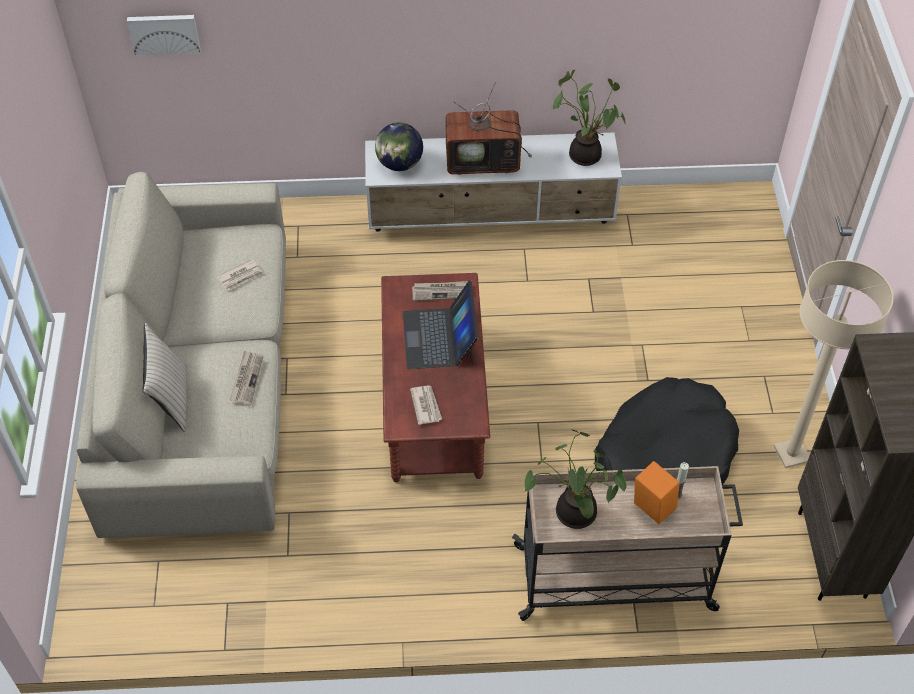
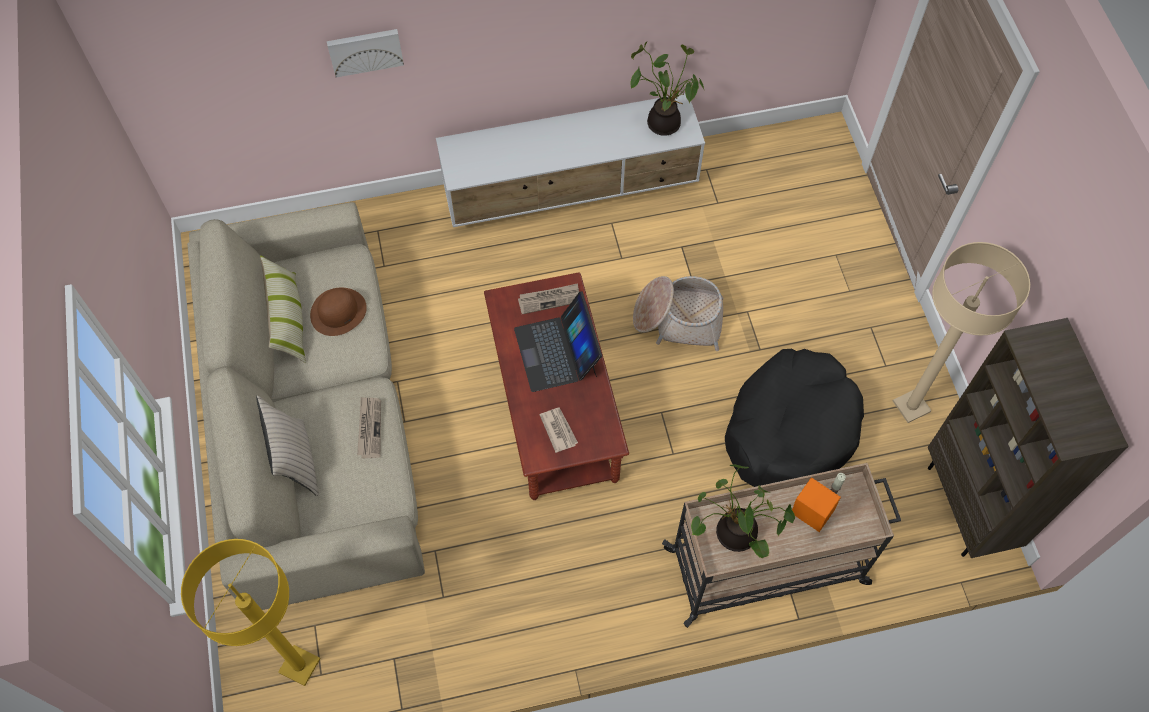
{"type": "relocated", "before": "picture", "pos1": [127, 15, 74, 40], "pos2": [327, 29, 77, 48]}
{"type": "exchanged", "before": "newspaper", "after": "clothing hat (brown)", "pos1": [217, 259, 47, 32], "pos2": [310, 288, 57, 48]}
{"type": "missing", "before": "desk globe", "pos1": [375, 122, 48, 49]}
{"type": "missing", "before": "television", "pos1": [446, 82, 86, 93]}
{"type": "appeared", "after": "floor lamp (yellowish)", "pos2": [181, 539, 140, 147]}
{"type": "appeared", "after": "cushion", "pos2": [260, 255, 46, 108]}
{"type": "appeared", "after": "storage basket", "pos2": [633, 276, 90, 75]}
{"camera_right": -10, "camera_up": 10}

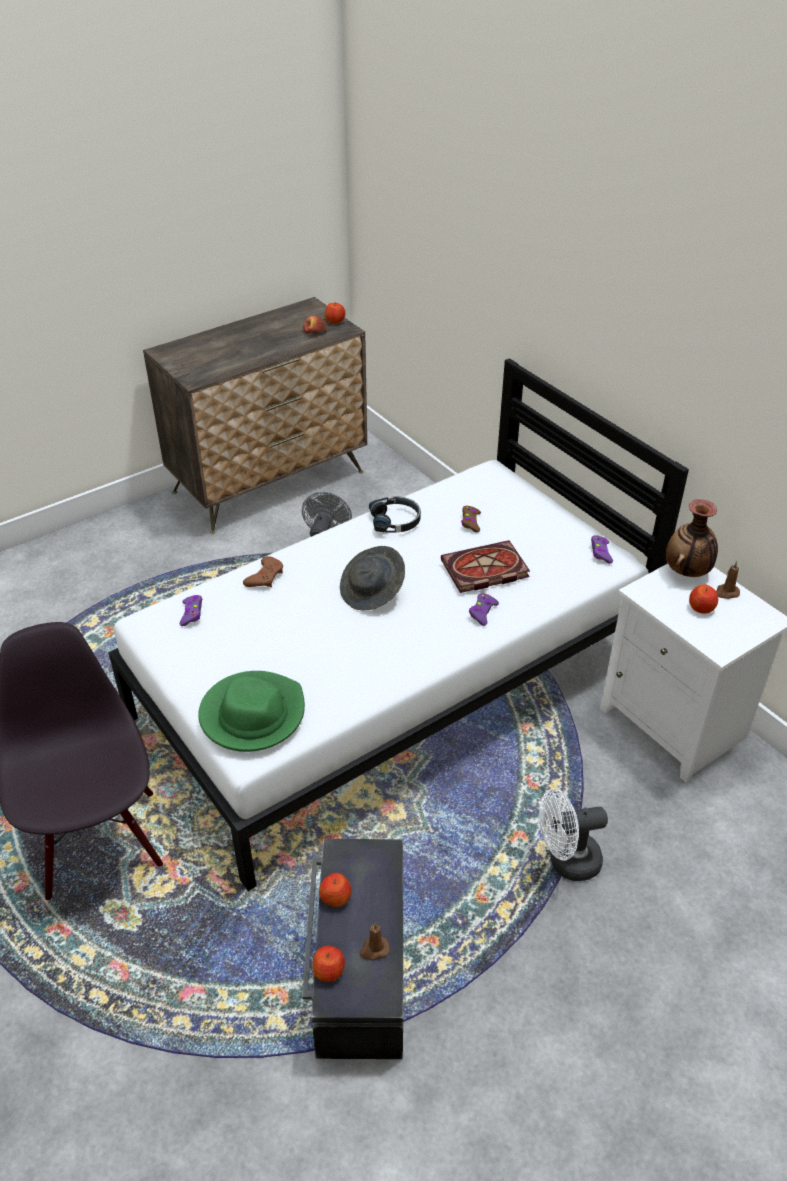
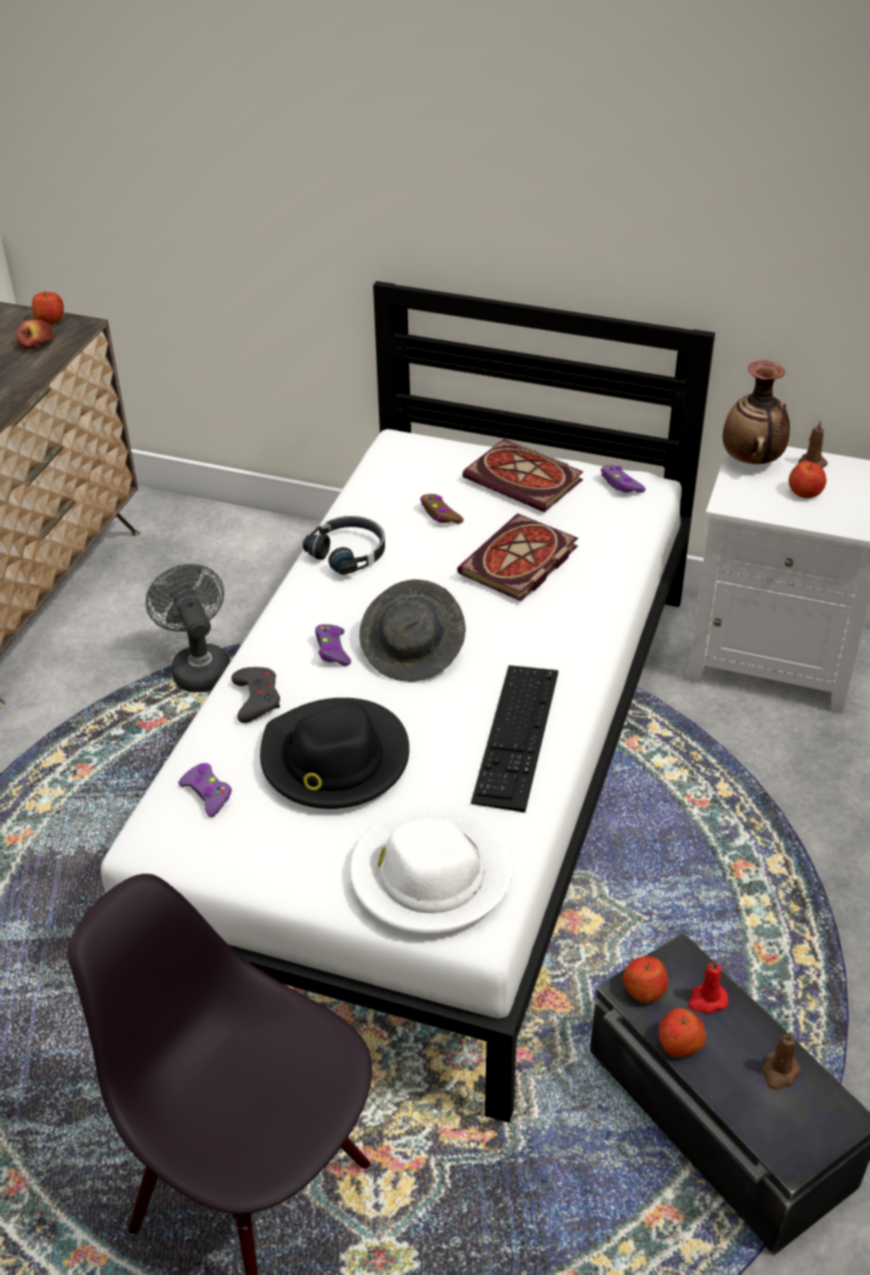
{"type": "colour", "before": "clothing hat (green)", "after": "clothing hat (whitish)", "pos1": [198, 671, 107, 81], "pos2": [350, 803, 162, 131]}
{"type": "colour", "before": "gamepad (brown)", "after": "gamepad (greyish)", "pos1": [243, 556, 40, 31], "pos2": [231, 667, 49, 56]}
{"type": "relocated", "before": "apple", "pos1": [313, 946, 32, 36], "pos2": [623, 956, 45, 47]}
{"type": "relocated", "before": "gamepad (purplish)", "pos1": [469, 593, 30, 33], "pos2": [315, 624, 36, 42]}
{"type": "missing", "before": "cooling fan (whitish)", "pos1": [539, 789, 69, 92]}
{"type": "appeared", "after": "clothing hat (black-coloured)", "pos2": [260, 698, 149, 111]}
{"type": "appeared", "after": "bound book", "pos2": [463, 439, 120, 73]}
{"type": "appeared", "after": "PC keyboard", "pos2": [471, 665, 87, 148]}
{"type": "appeared", "after": "candle (red)", "pos2": [688, 959, 40, 55]}
{"camera_right": -35, "camera_up": 0}

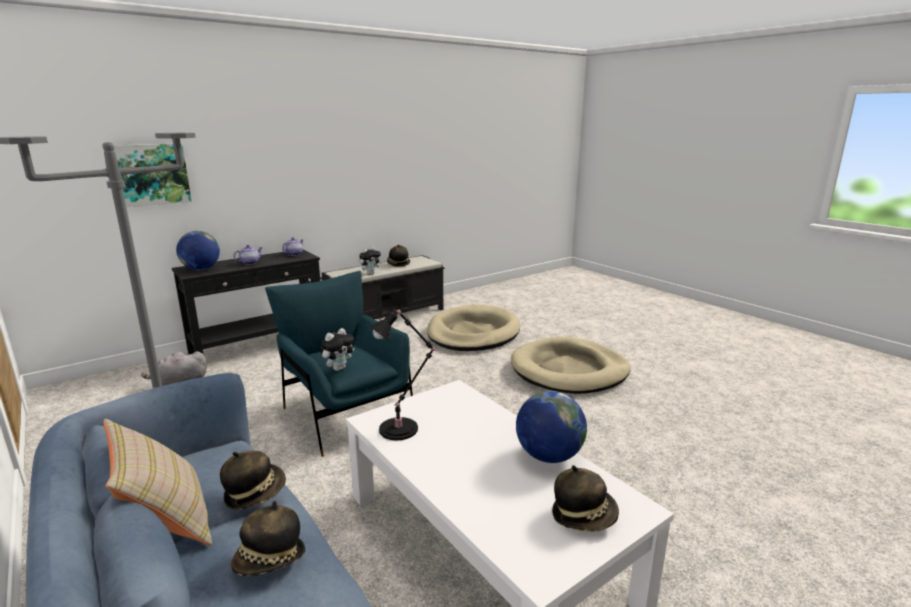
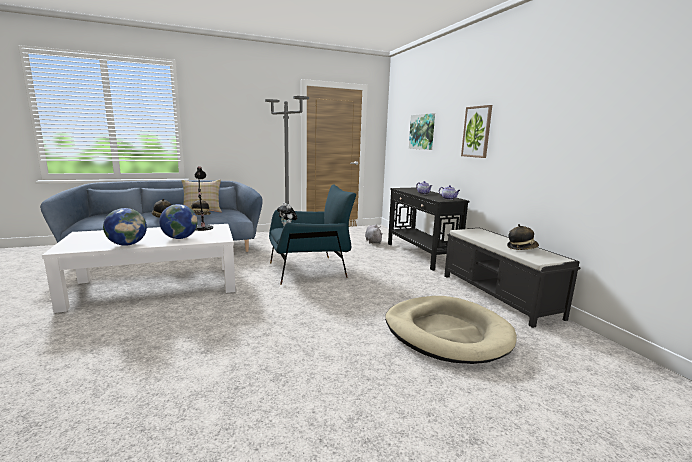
{"type": "relocated", "before": "desk globe", "pos1": [176, 231, 44, 39], "pos2": [159, 204, 39, 35]}
{"type": "missing", "before": "plush toy", "pos1": [359, 247, 23, 27]}
{"type": "missing", "before": "pet bed (beige)", "pos1": [511, 337, 120, 57]}
{"type": "missing", "before": "clothing hat", "pos1": [552, 465, 67, 67]}
{"type": "appeared", "after": "picture", "pos2": [461, 105, 31, 53]}
{"camera_right": 105, "camera_up": -5}

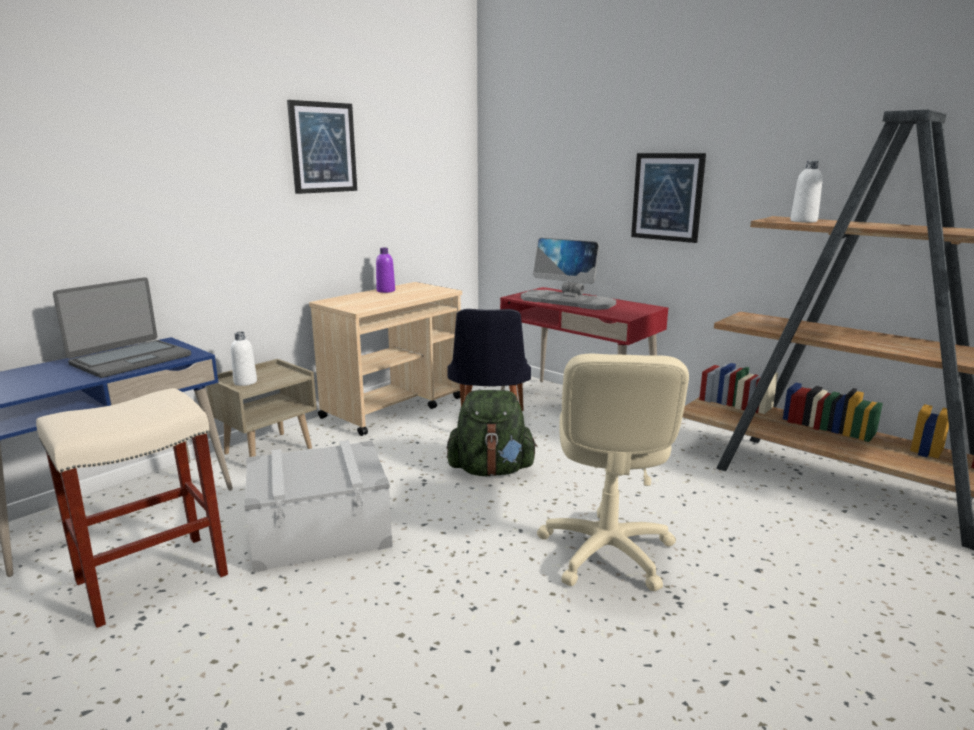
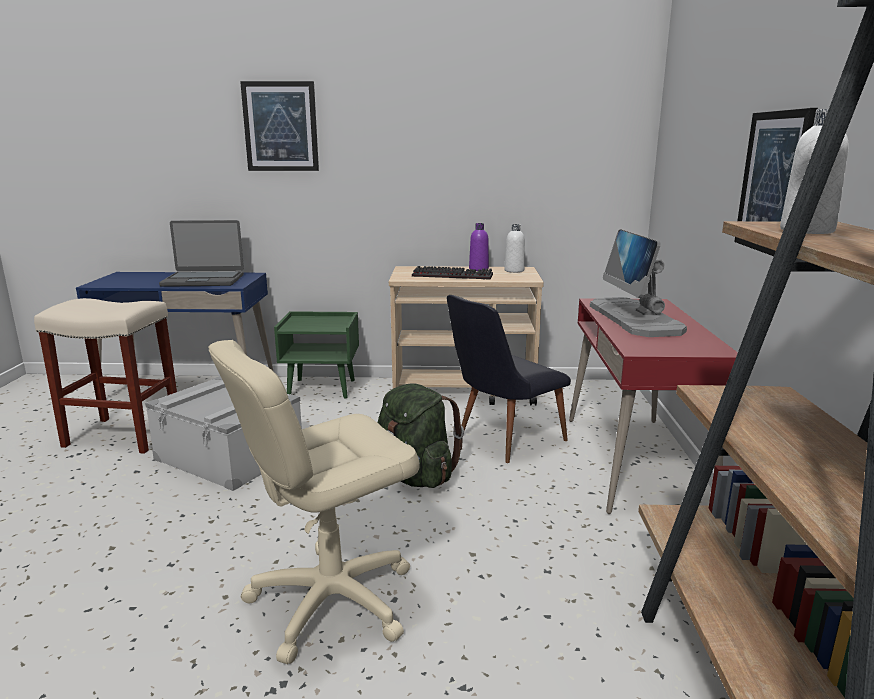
{"type": "colour", "before": "night table (beige)", "after": "night table (green)", "pos1": [206, 359, 111, 98], "pos2": [274, 311, 85, 88]}
{"type": "relocated", "before": "beverage bottle (whitish)", "pos1": [231, 332, 26, 54], "pos2": [504, 224, 21, 49]}
{"type": "relocated", "before": "picture", "pos1": [287, 100, 70, 94], "pos2": [240, 81, 79, 90]}
{"type": "appeared", "after": "PC keyboard", "pos2": [412, 266, 81, 14]}
{"camera_right": 50, "camera_up": 0}

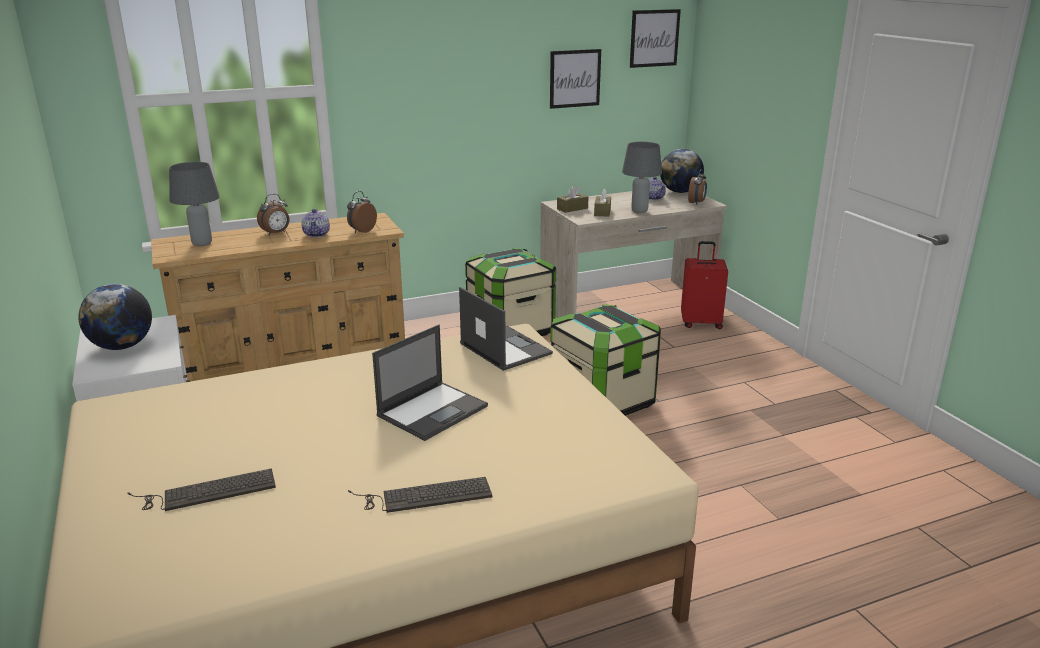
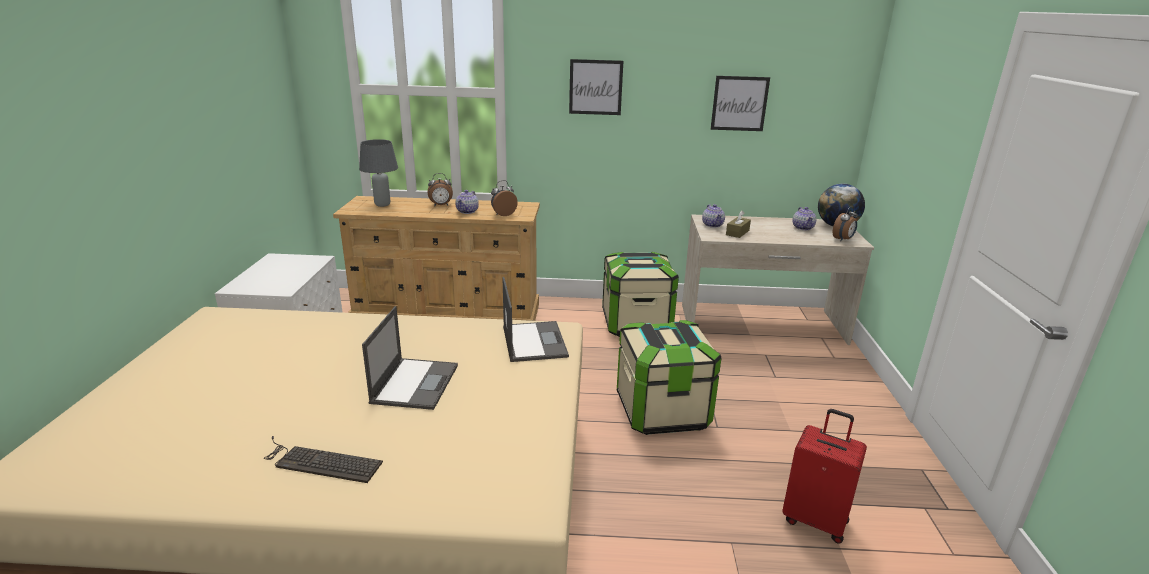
{"type": "missing", "before": "desk globe", "pos1": [78, 284, 74, 66]}
{"type": "missing", "before": "PC keyboard", "pos1": [127, 468, 149, 43]}
{"type": "spun", "before": "laptop", "pos1": [372, 325, 116, 116], "pos2": [362, 306, 96, 104], "turn": -60}
{"type": "exchanged", "before": "tissue box (brown)", "after": "pot for tea", "pos1": [557, 186, 31, 27], "pos2": [702, 204, 23, 24]}
{"type": "missing", "before": "tabletop lamp (greyish)", "pos1": [622, 142, 40, 71]}
{"type": "relocated", "before": "picture", "pos1": [630, 9, 51, 59], "pos2": [569, 59, 54, 56]}
{"type": "relocated", "before": "travel case (red)", "pos1": [681, 241, 47, 88], "pos2": [782, 409, 85, 135]}
{"camera_right": 25, "camera_up": 0}

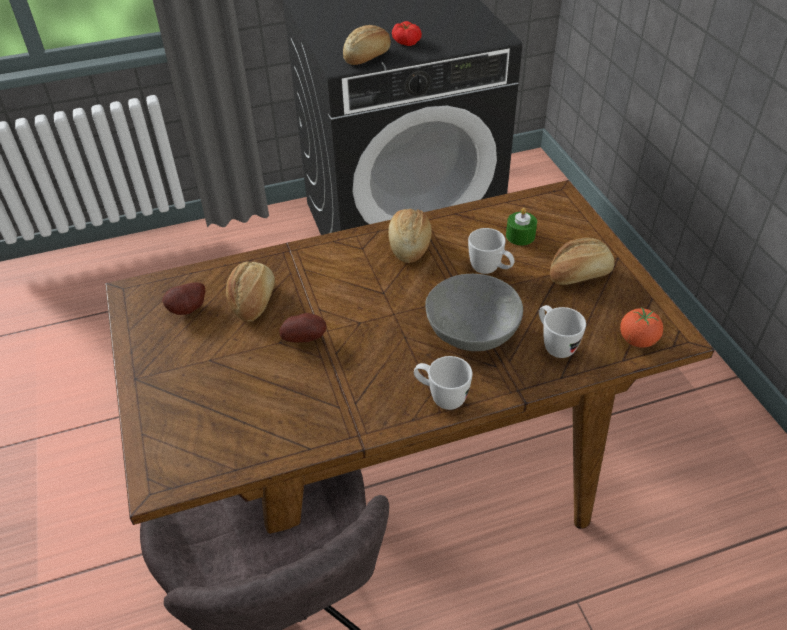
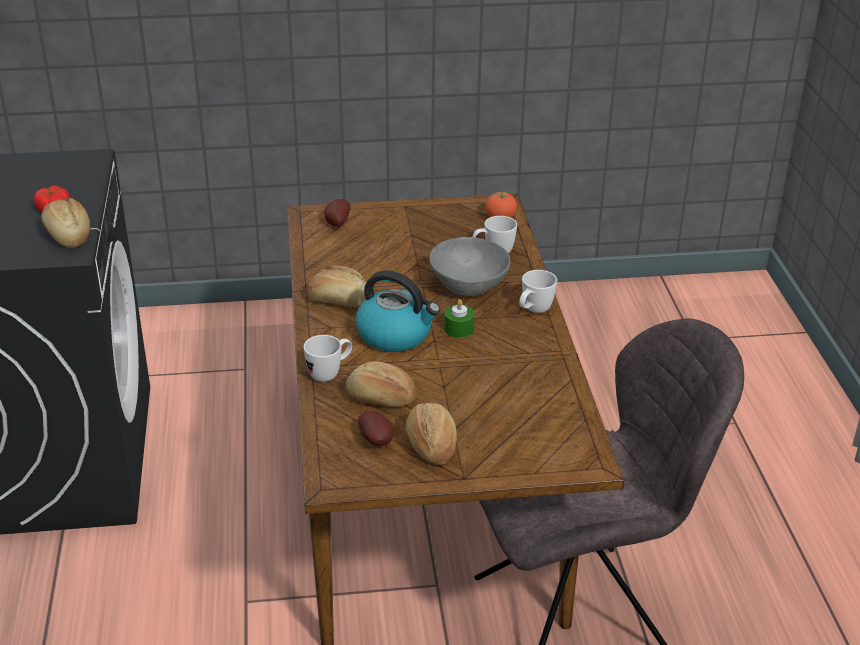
{"type": "relocated", "before": "potato", "pos1": [279, 313, 47, 29], "pos2": [324, 199, 26, 28]}
{"type": "relocated", "before": "mug (whitish)", "pos1": [468, 228, 47, 46], "pos2": [304, 335, 48, 47]}
{"type": "relocated", "before": "candle (green)", "pos1": [506, 208, 31, 37], "pos2": [444, 299, 30, 39]}
{"type": "relocated", "before": "bakery bread", "pos1": [550, 238, 65, 47], "pos2": [406, 403, 51, 62]}
{"type": "appeared", "after": "kettle", "pos2": [355, 270, 85, 82]}
{"camera_right": -80, "camera_up": -10}

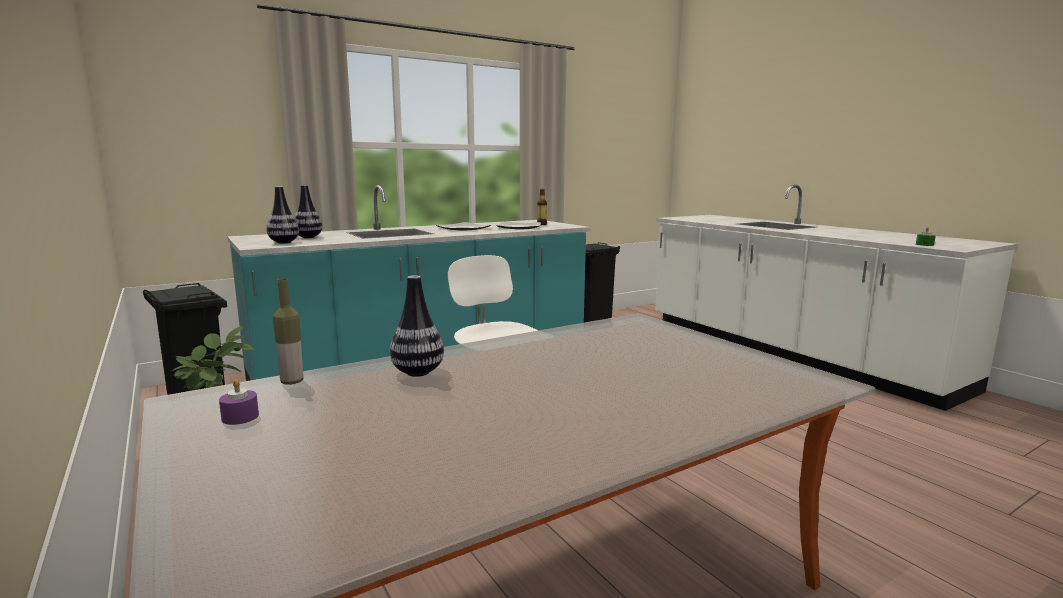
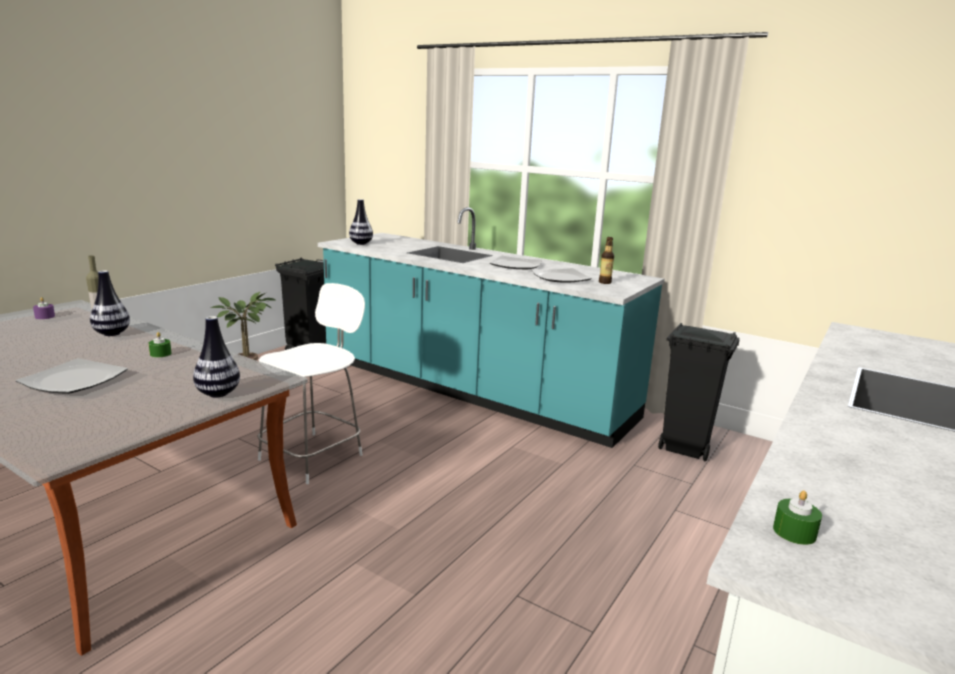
{"type": "relocated", "before": "decorative vase", "pos1": [294, 185, 28, 53], "pos2": [193, 316, 47, 81]}
{"type": "appeared", "after": "dinner plate", "pos2": [16, 358, 112, 36]}
{"type": "appeared", "after": "candle (green)", "pos2": [149, 332, 23, 26]}
{"camera_right": 65, "camera_up": 5}

